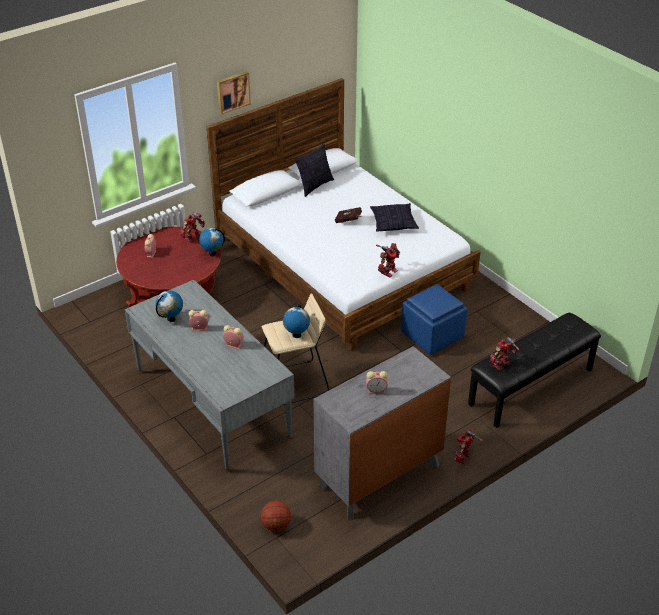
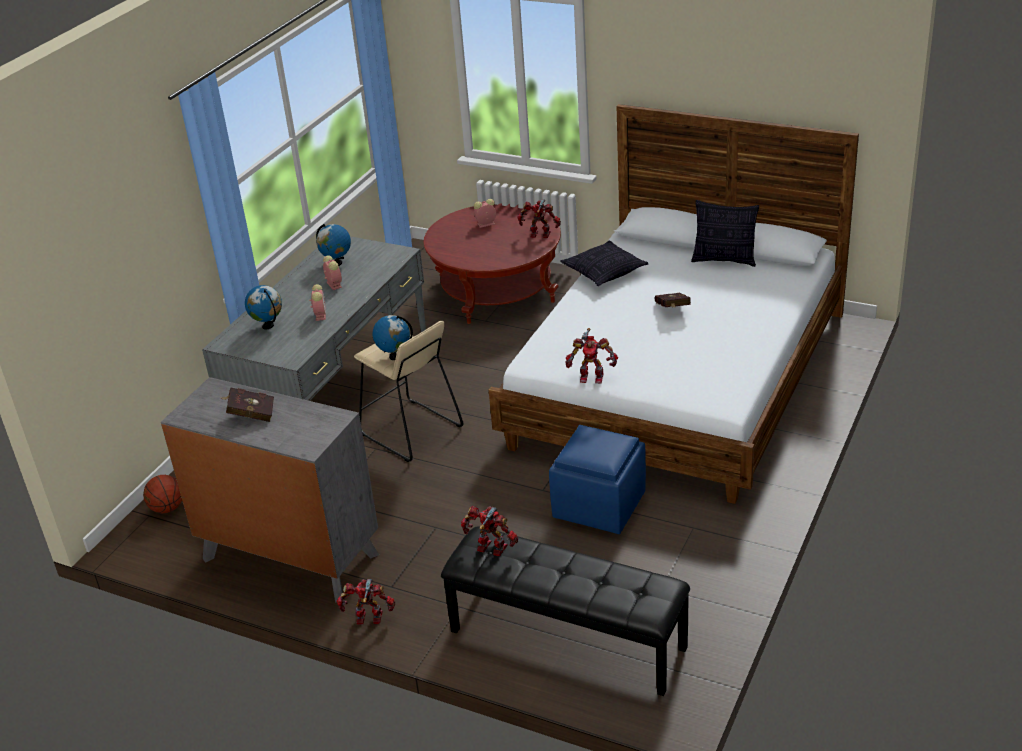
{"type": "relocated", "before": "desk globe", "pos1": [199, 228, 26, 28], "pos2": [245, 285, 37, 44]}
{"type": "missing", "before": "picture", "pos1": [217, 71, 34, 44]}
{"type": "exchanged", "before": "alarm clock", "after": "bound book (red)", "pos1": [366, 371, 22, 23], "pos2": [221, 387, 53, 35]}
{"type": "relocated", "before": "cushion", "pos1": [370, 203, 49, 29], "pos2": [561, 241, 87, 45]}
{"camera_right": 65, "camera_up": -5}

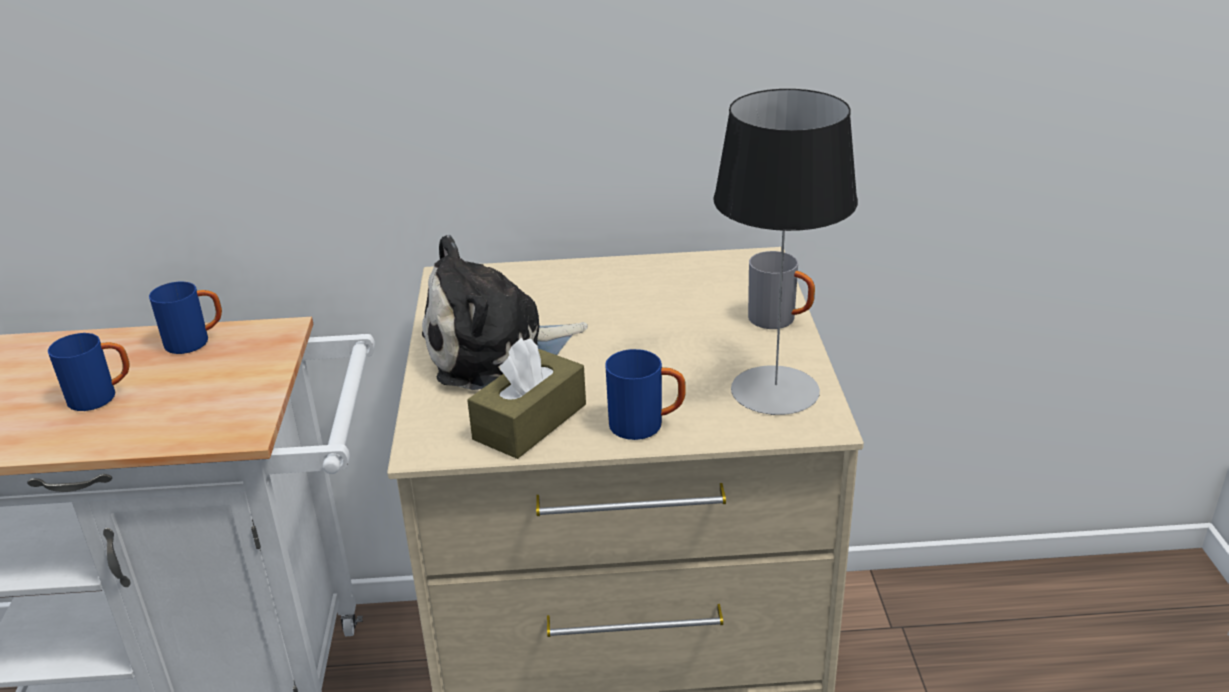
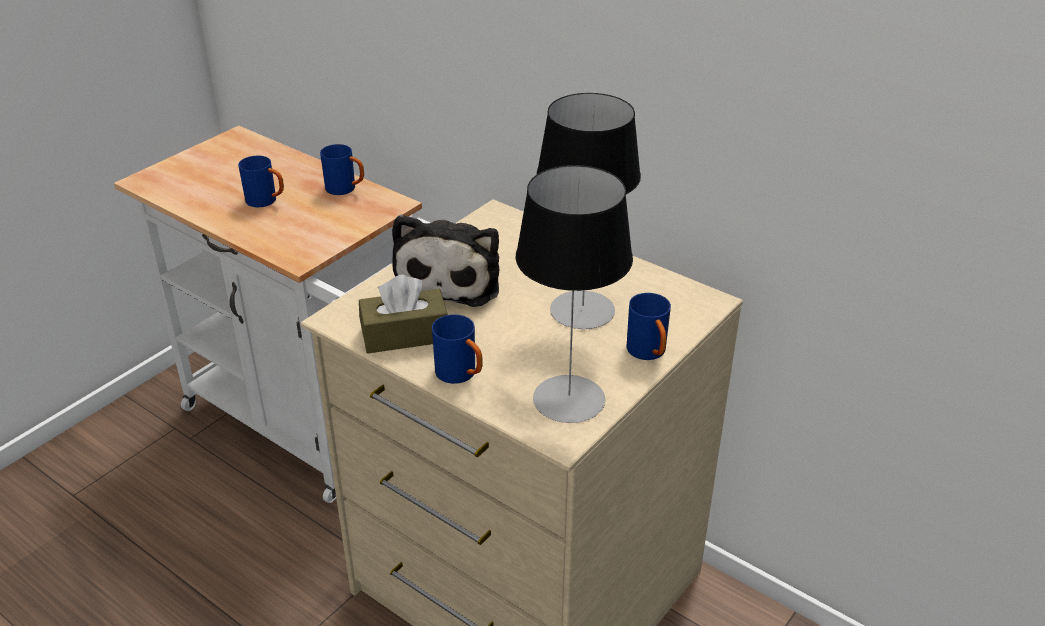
{"type": "spun", "before": "plush toy", "pos1": [422, 235, 166, 155], "pos2": [392, 215, 107, 92], "turn": -105}
{"type": "colour", "before": "mug (greyish)", "after": "mug (bluish)", "pos1": [748, 251, 67, 78], "pos2": [626, 293, 45, 67]}
{"type": "appeared", "after": "tabletop lamp", "pos2": [536, 93, 105, 236]}
{"camera_right": 40, "camera_up": 5}

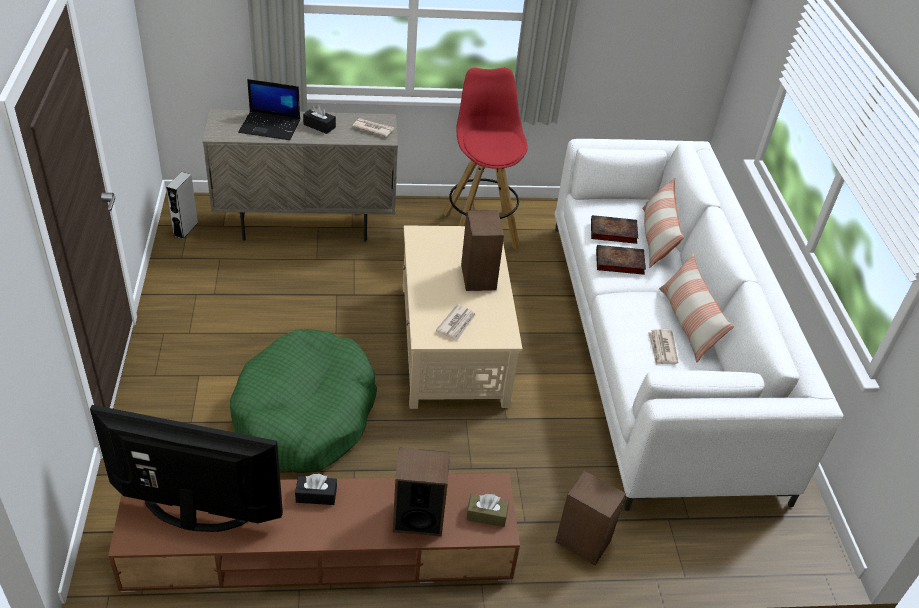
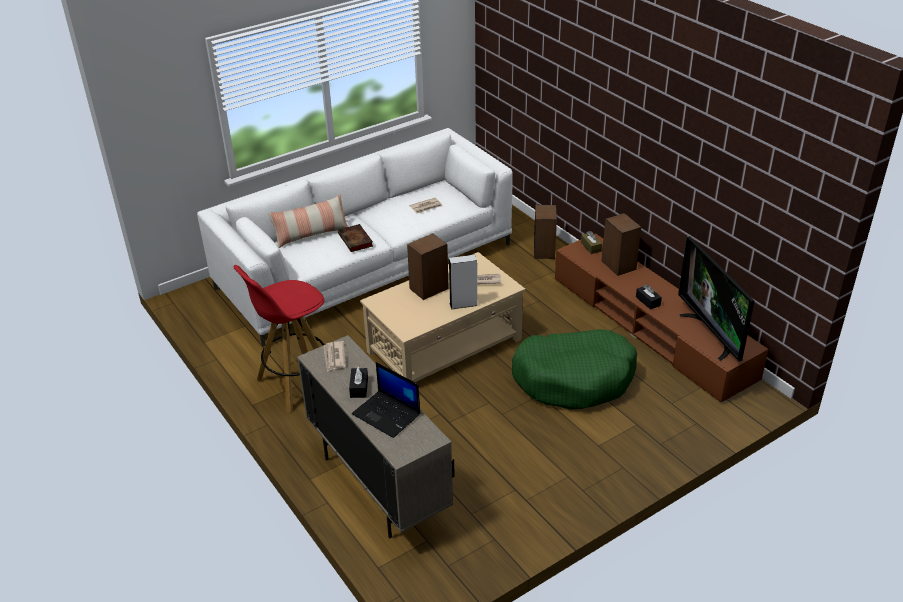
{"type": "relocated", "before": "loudspeaker (greyish)", "pos1": [166, 172, 32, 67], "pos2": [449, 255, 29, 55]}
{"type": "spun", "before": "laptop", "pos1": [238, 79, 62, 61], "pos2": [352, 362, 68, 76], "turn": 150}
{"type": "missing", "before": "bound book", "pos1": [591, 215, 47, 29]}
{"type": "missing", "before": "cushion", "pos1": [659, 253, 75, 109]}
{"camera_right": -115, "camera_up": -5}

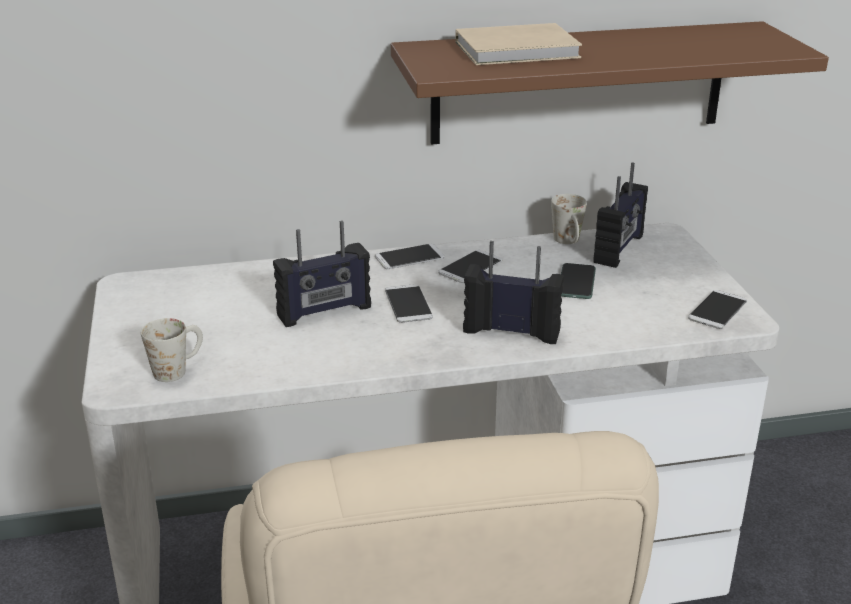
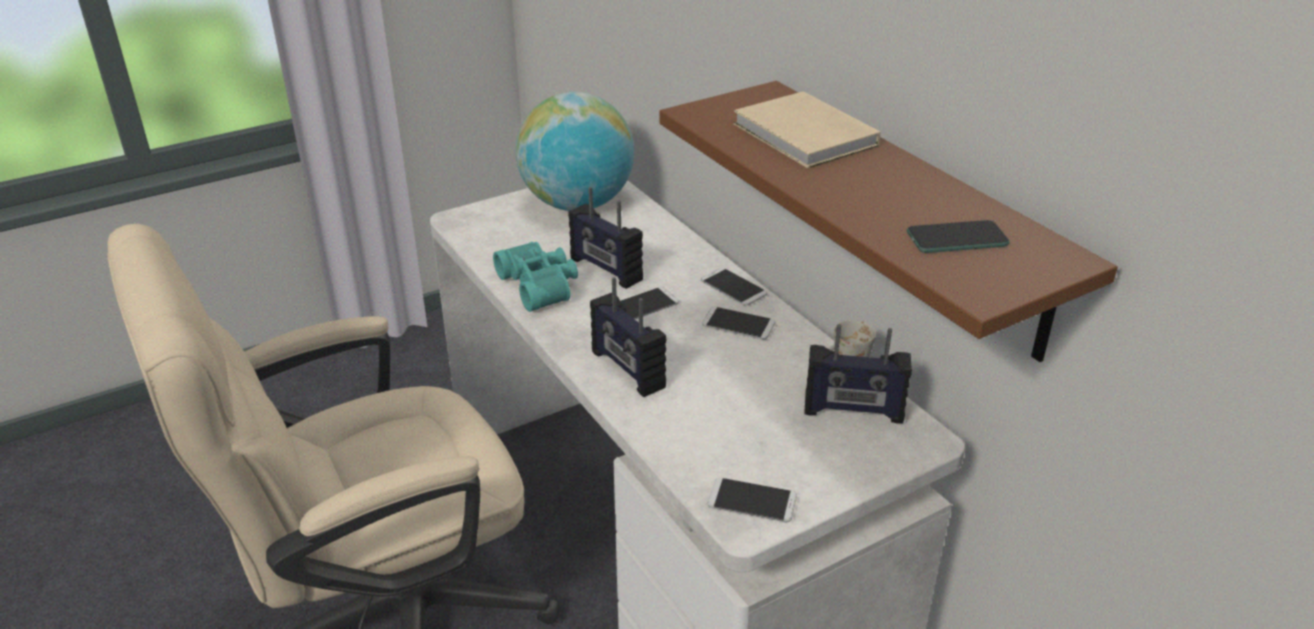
{"type": "missing", "before": "mug (whitish)", "pos1": [141, 318, 62, 64]}
{"type": "spun", "before": "radio receiver", "pos1": [463, 241, 101, 103], "pos2": [590, 277, 76, 120], "turn": 150}
{"type": "relocated", "before": "telephone", "pos1": [561, 263, 35, 36], "pos2": [907, 220, 102, 33]}
{"type": "appeared", "after": "pair of binoculars (turquoise)", "pos2": [493, 242, 85, 70]}
{"type": "appeared", "after": "desk globe", "pos2": [516, 92, 118, 119]}
{"camera_right": 70, "camera_up": 5}

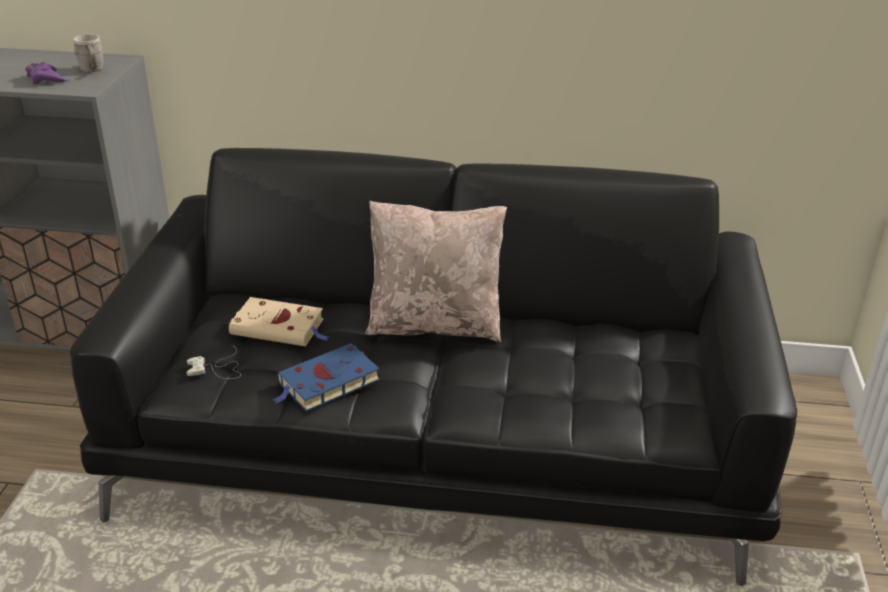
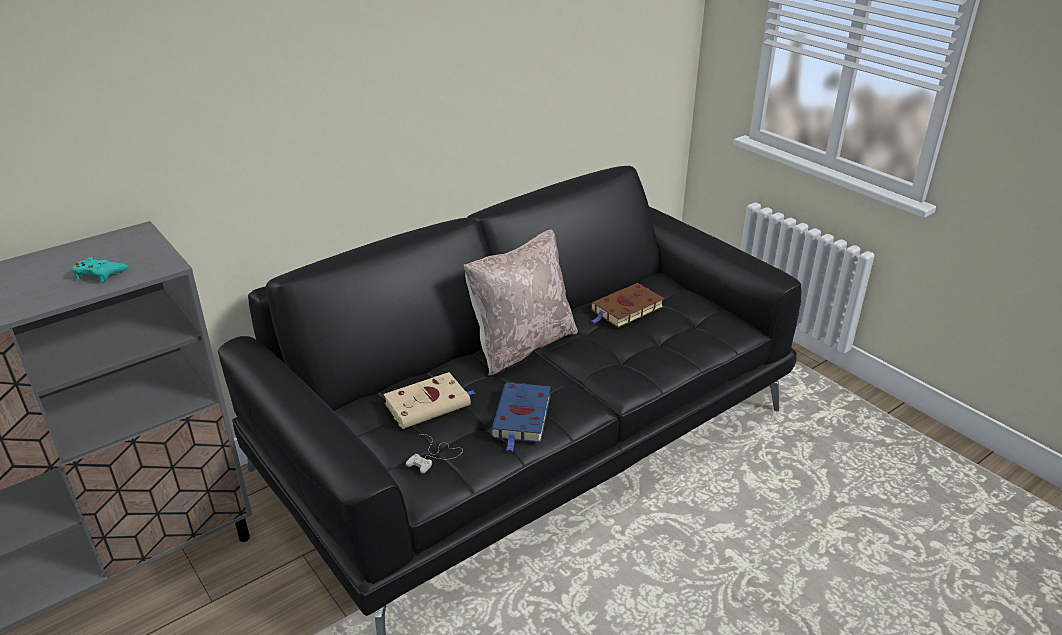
{"type": "colour", "before": "gamepad (purplish)", "after": "gamepad (turquoise)", "pos1": [25, 62, 41, 23], "pos2": [73, 257, 56, 26]}
{"type": "missing", "before": "mug (greyish)", "pos1": [74, 34, 30, 38]}
{"type": "appeared", "after": "bound book (brown)", "pos2": [591, 283, 74, 45]}
{"camera_right": -45, "camera_up": 0}

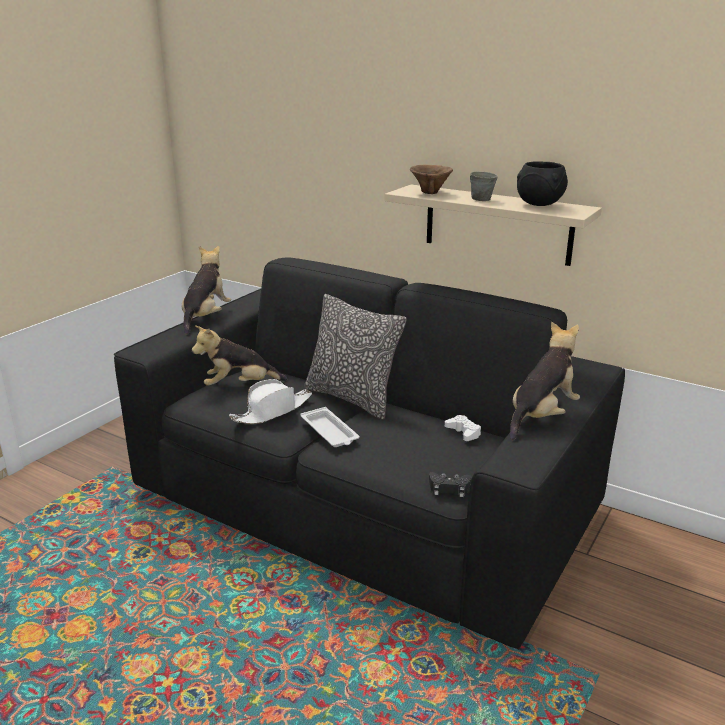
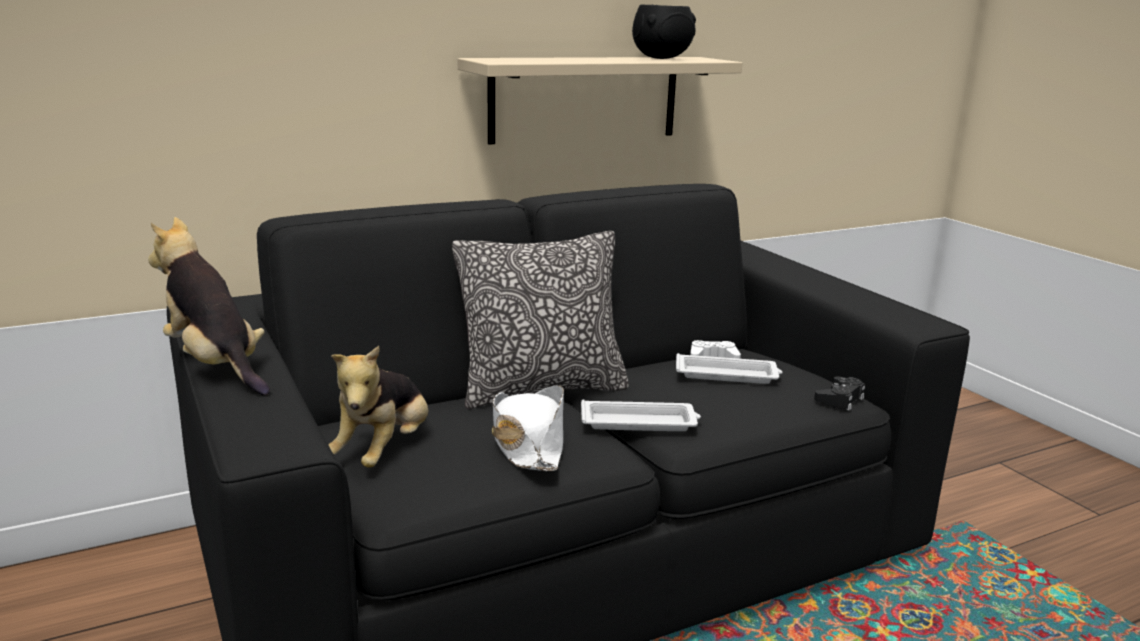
{"type": "missing", "before": "deep dish (brown)", "pos1": [410, 165, 43, 29]}
{"type": "missing", "before": "mug (greyish)", "pos1": [470, 172, 28, 29]}
{"type": "missing", "before": "plush toy", "pos1": [510, 321, 70, 119]}
{"type": "appeared", "after": "carrying tray (whitish)", "pos2": [676, 353, 107, 31]}
{"camera_right": -60, "camera_up": -5}

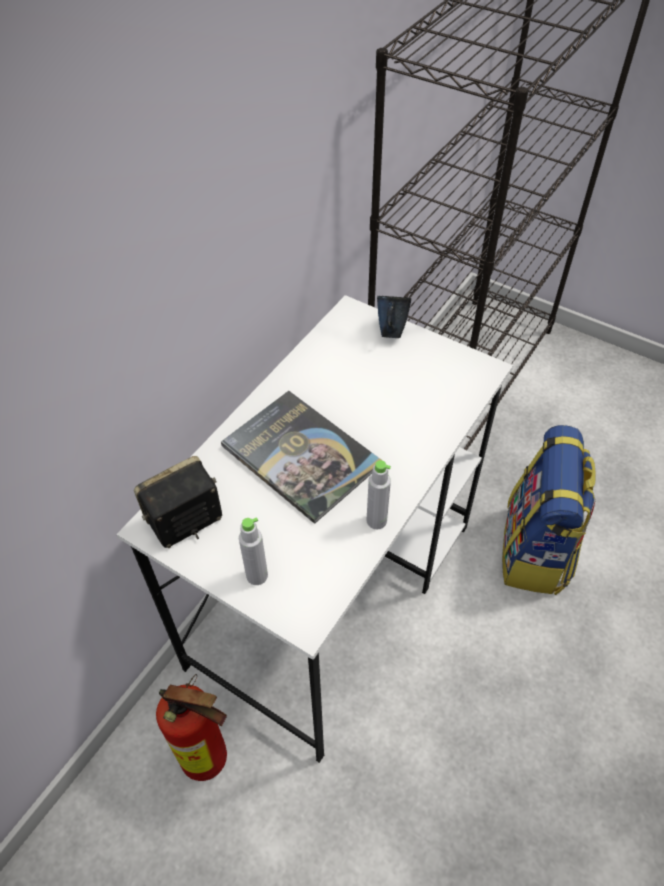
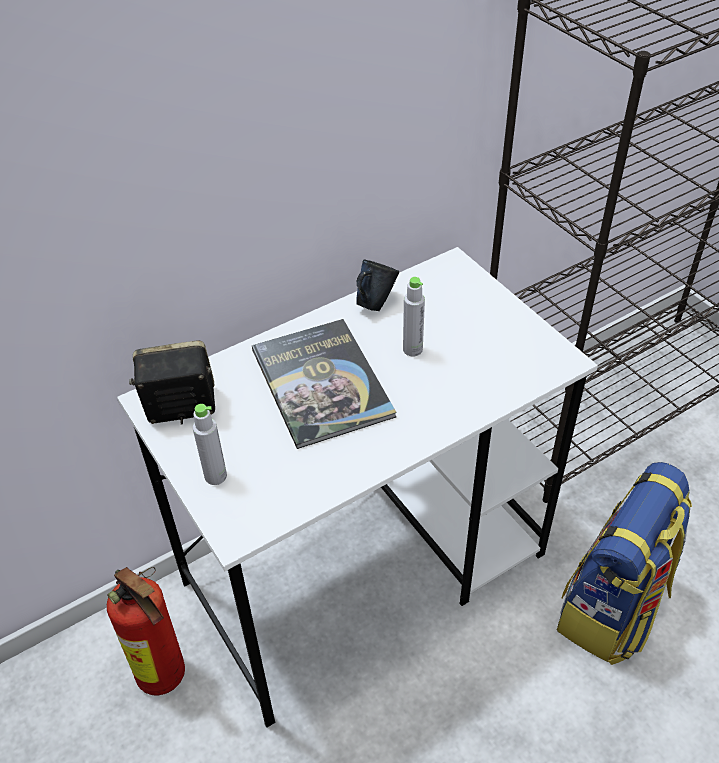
{"type": "relocated", "before": "beverage bottle (greyish)", "pos1": [366, 460, 25, 69], "pos2": [403, 277, 22, 80]}
{"type": "relocated", "before": "mug (bluish)", "pos1": [377, 296, 34, 42], "pos2": [356, 260, 43, 51]}
{"camera_right": 25, "camera_up": -5}

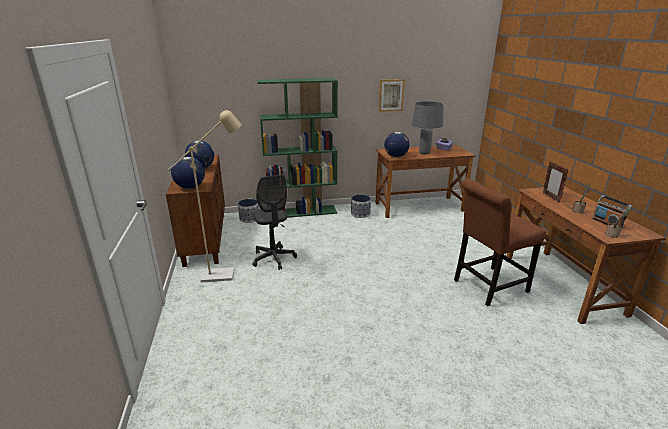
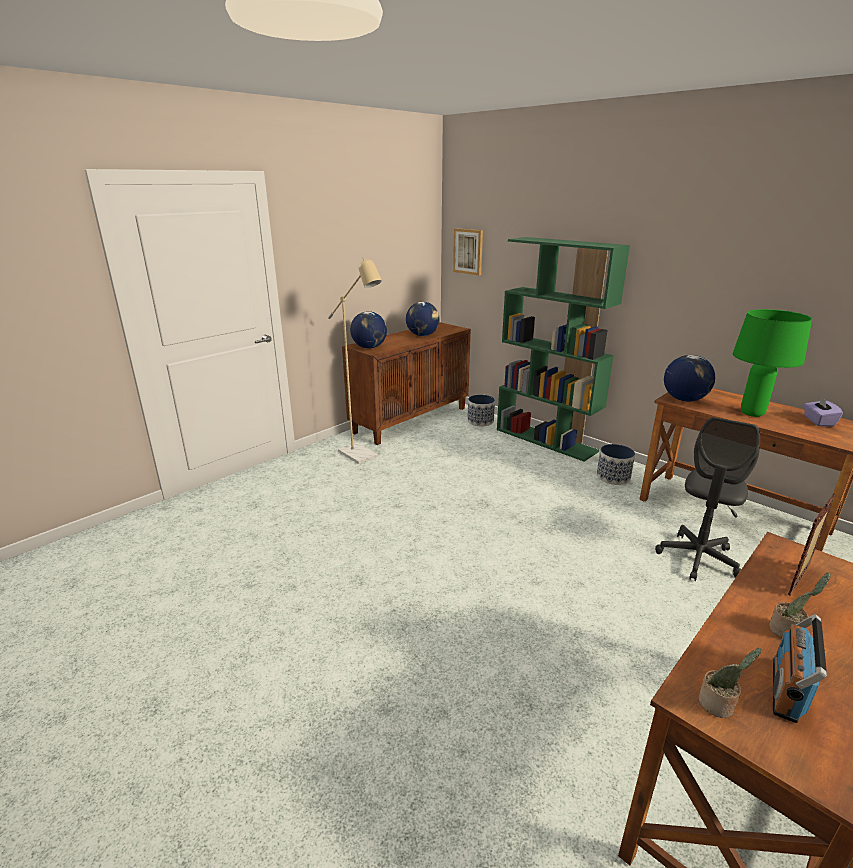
{"type": "relocated", "before": "desk chair (greyish)", "pos1": [252, 175, 45, 95], "pos2": [655, 417, 105, 164]}
{"type": "relocated", "before": "picture", "pos1": [378, 79, 27, 33], "pos2": [453, 228, 30, 47]}
{"type": "colour", "before": "tabletop lamp (greyish)", "after": "tabletop lamp (green)", "pos1": [412, 101, 31, 54], "pos2": [733, 309, 79, 108]}
{"type": "missing", "before": "chair (brown)", "pos1": [454, 179, 92, 127]}
{"camera_right": 55, "camera_up": 0}

